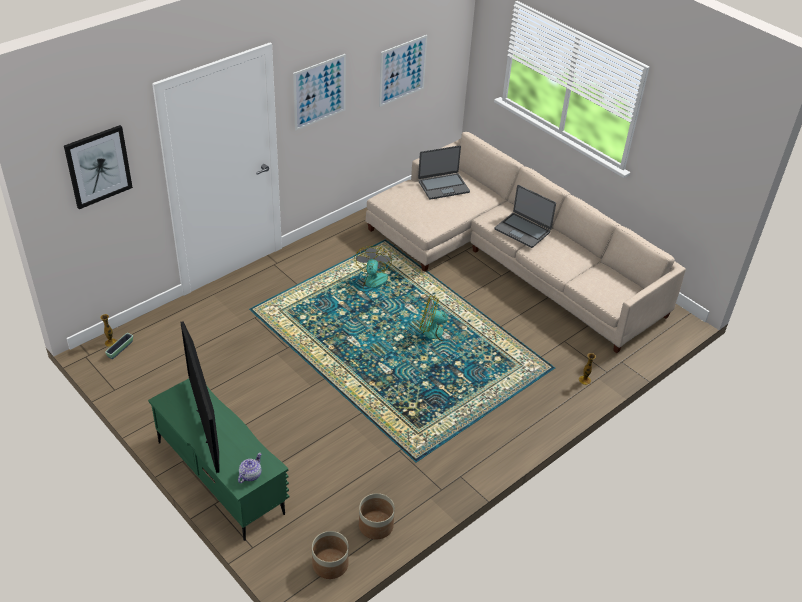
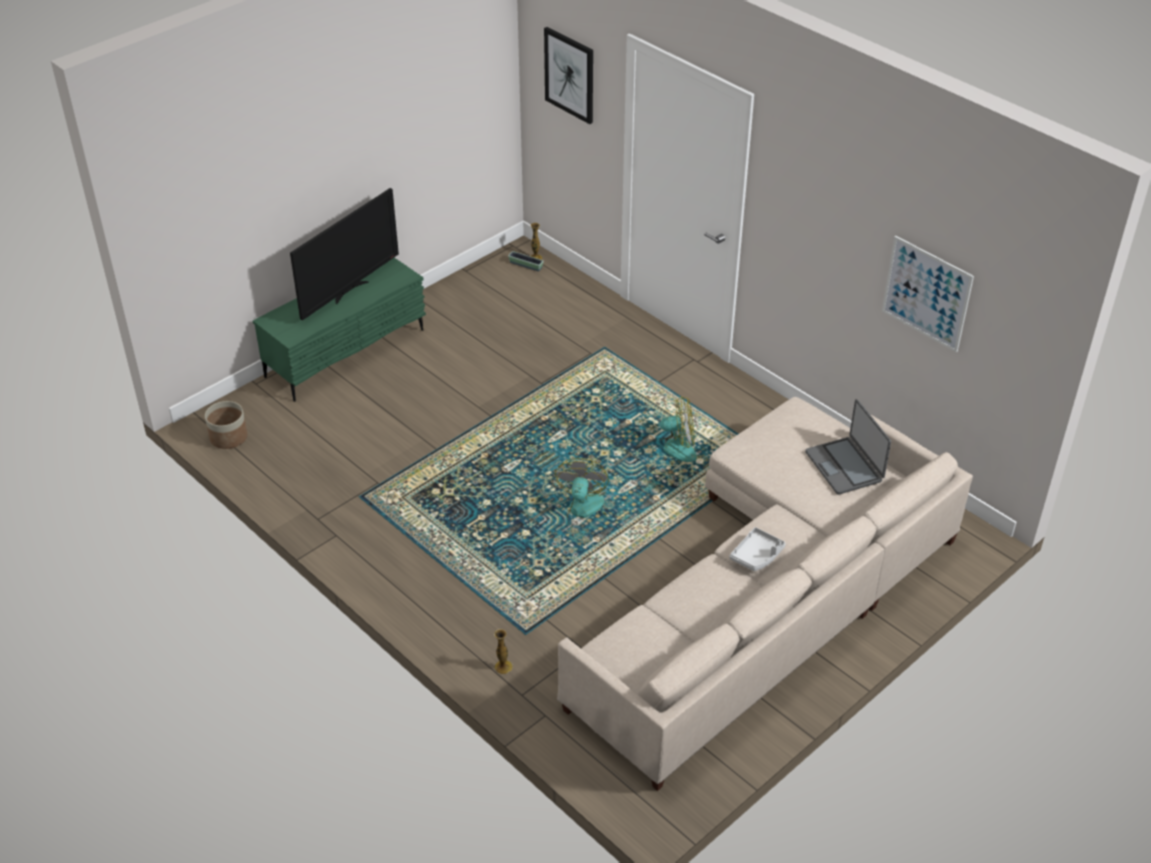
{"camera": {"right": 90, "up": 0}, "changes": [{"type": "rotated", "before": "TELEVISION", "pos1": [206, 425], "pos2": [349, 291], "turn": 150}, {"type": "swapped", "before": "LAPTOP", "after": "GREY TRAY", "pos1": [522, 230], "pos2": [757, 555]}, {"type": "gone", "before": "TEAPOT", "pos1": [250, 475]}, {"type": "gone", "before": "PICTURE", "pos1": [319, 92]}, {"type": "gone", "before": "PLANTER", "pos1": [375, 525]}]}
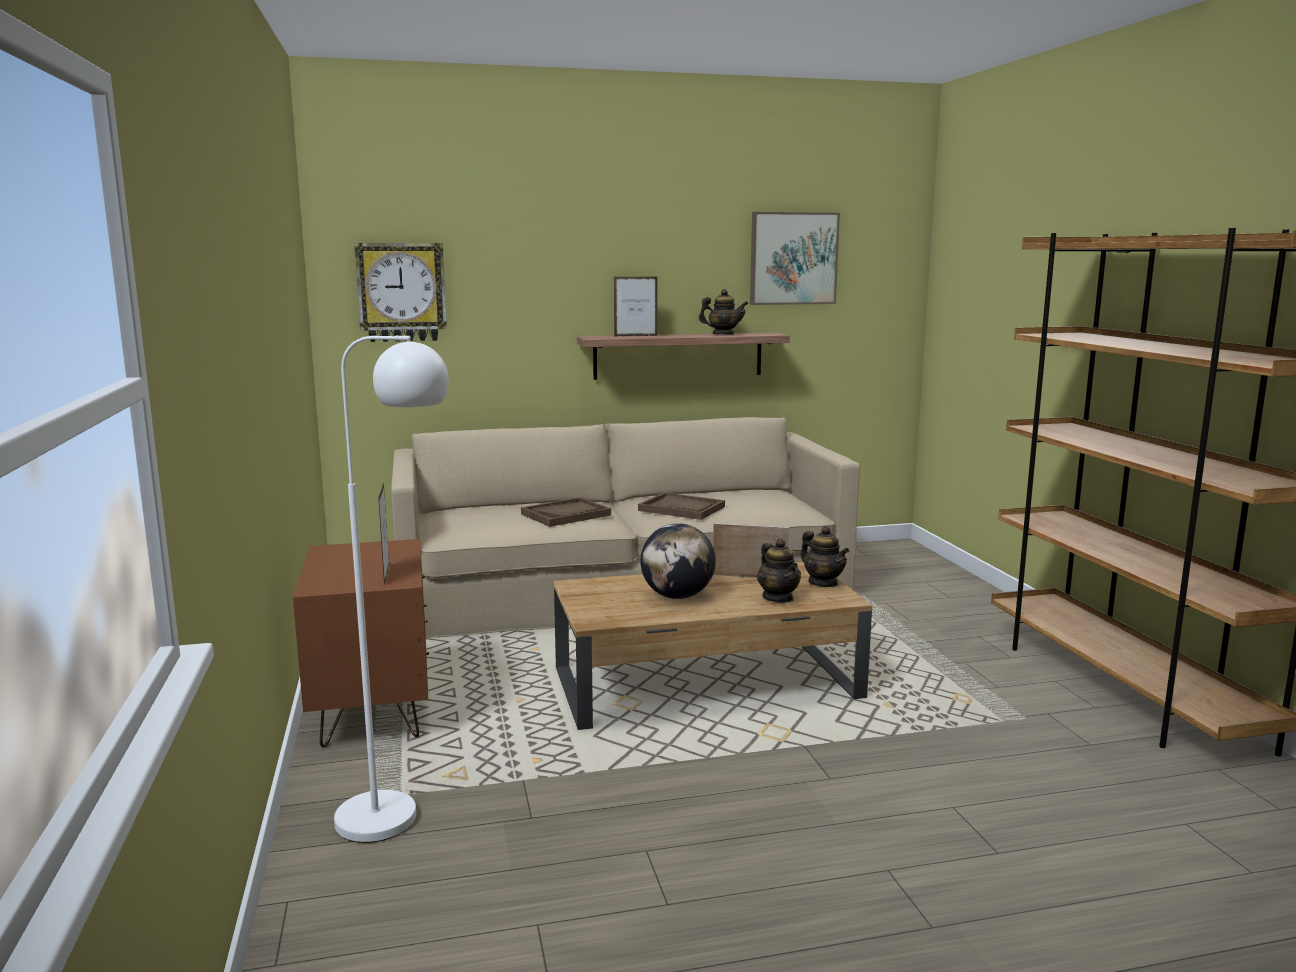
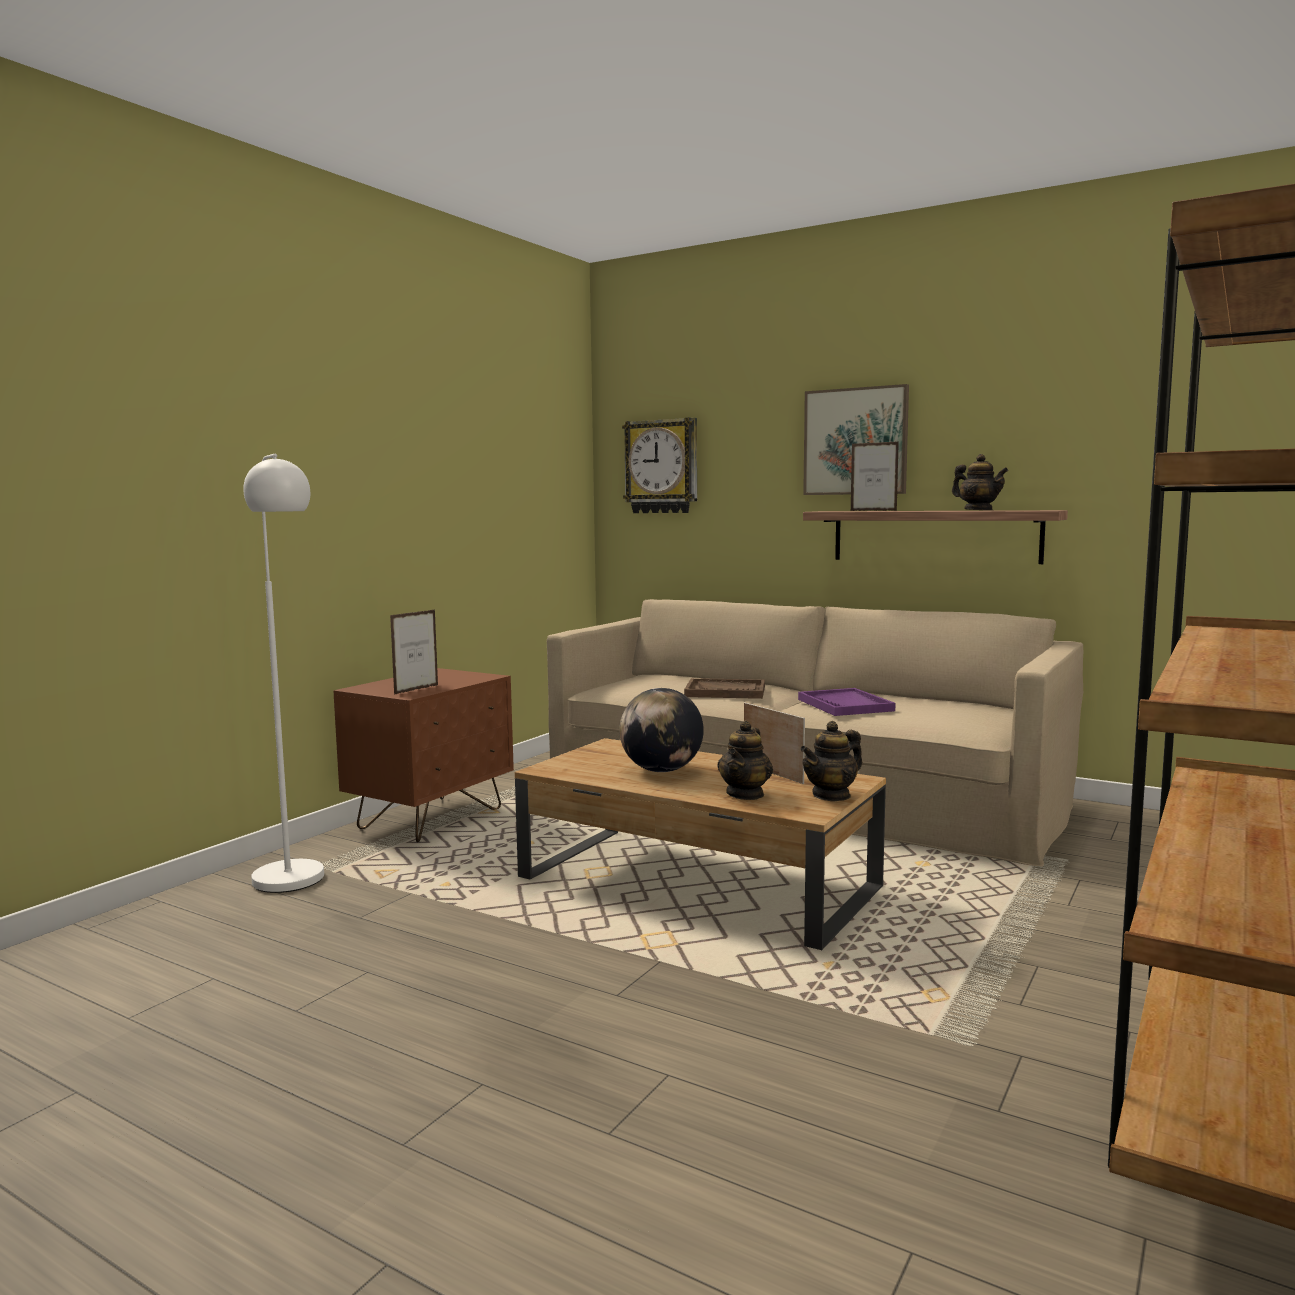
{"camera": {"right": 45, "up": -5}, "changes": [{"type": "repainted", "before": "BROWN TRAY", "after": "PURPLE TRAY", "pos1": [682, 509], "pos2": [845, 705]}, {"type": "rotated", "before": "TEAPOT", "pos1": [823, 583], "pos2": [831, 795], "turn": 45}, {"type": "shifted", "before": "PICTURE", "pos1": [793, 258], "pos2": [855, 441]}]}
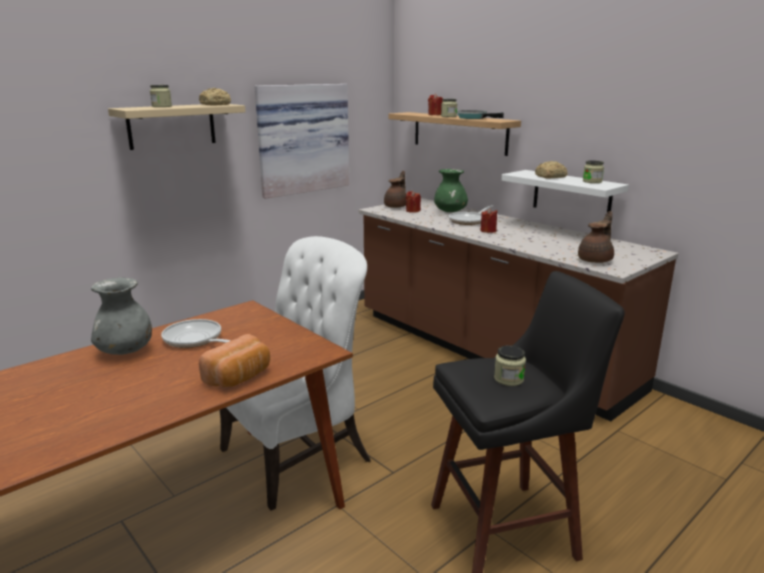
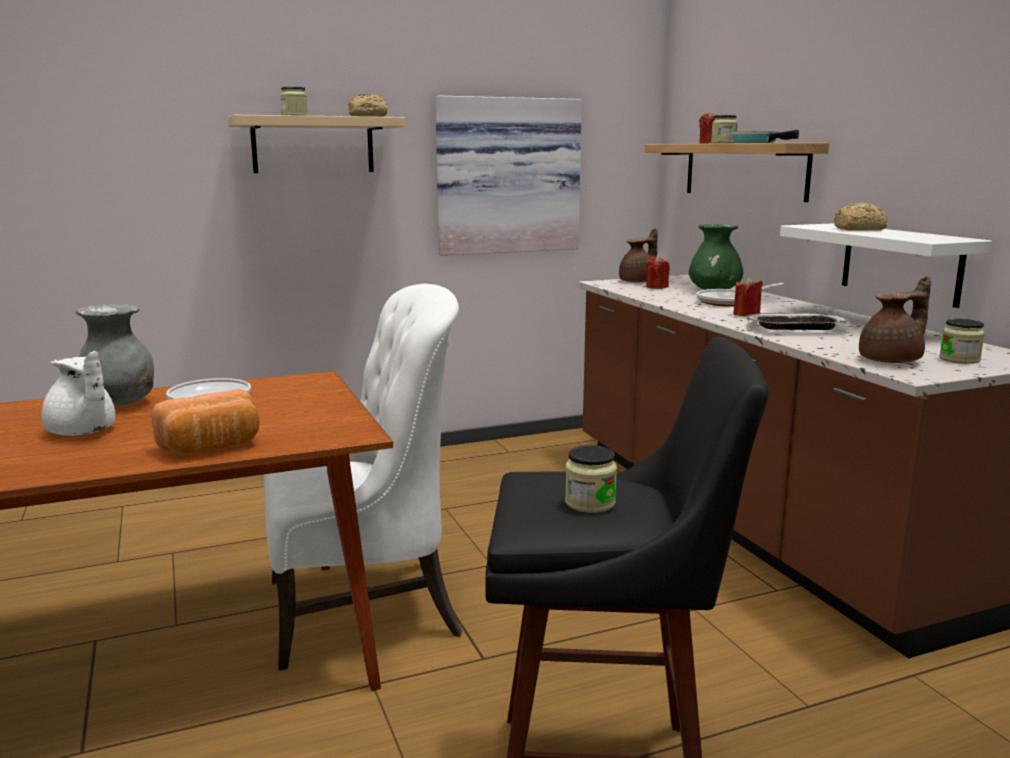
{"camera": {"right": 20, "up": -5}, "changes": [{"type": "new", "after": "WHITE TEAPOT", "pos2": [82, 432]}, {"type": "new", "after": "TRAY", "pos2": [795, 328]}, {"type": "shifted", "before": "JAR", "pos1": [592, 181], "pos2": [959, 359]}]}
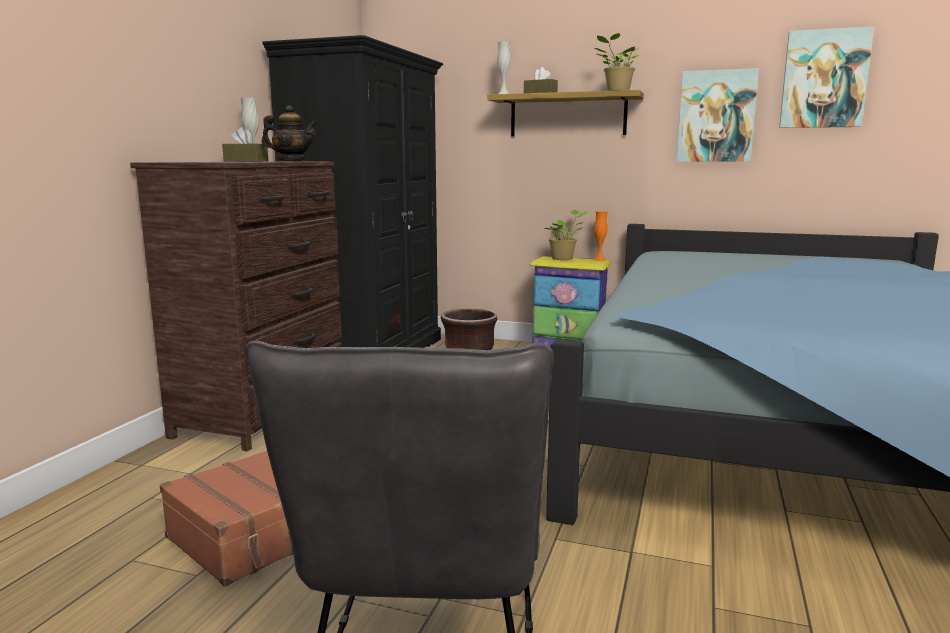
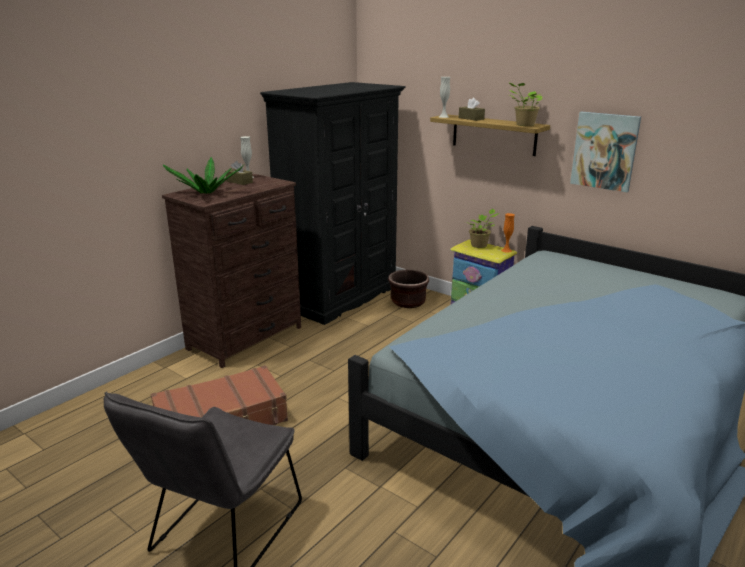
{"camera": {"right": 20, "up": 10}, "changes": [{"type": "new", "after": "POTTED PLANT", "pos2": [206, 192]}, {"type": "gone", "before": "TEAPOT", "pos1": [292, 161]}, {"type": "gone", "before": "PICTURE", "pos1": [824, 79]}]}
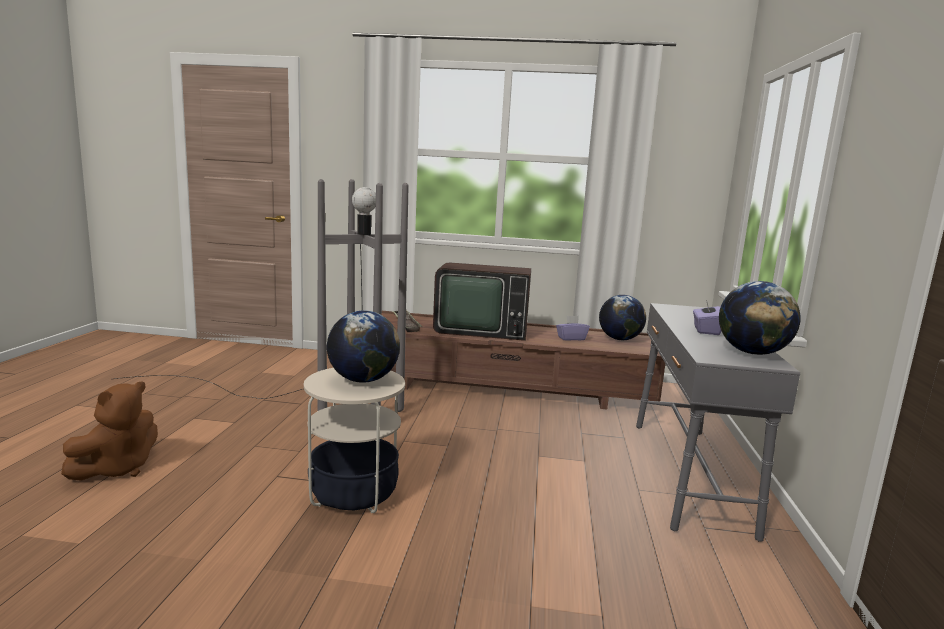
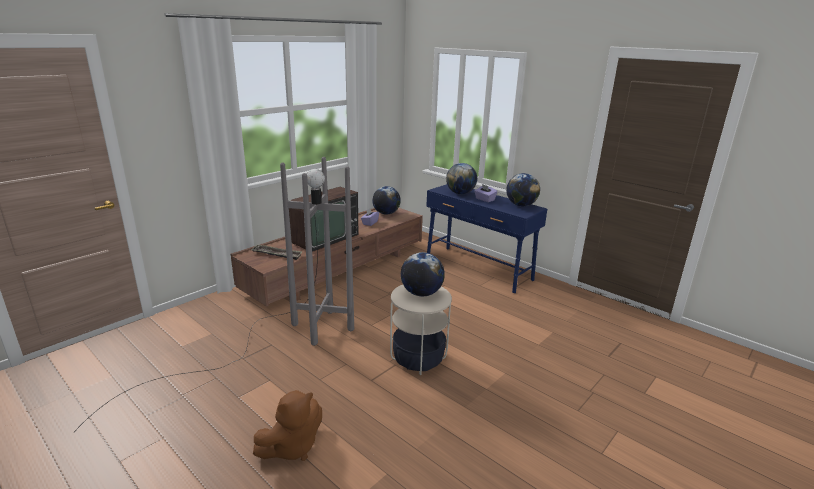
{"camera": {"right": -55, "up": 10}, "changes": [{"type": "rotated", "before": "BROWN PLUSH TOY", "pos1": [118, 468], "pos2": [292, 447], "turn": 75}, {"type": "repainted", "before": "GREY CONSOLE TABLE", "after": "BLUE CONSOLE TABLE", "pos1": [686, 474], "pos2": [477, 269]}, {"type": "new", "after": "GLOBE", "pos2": [460, 193]}]}
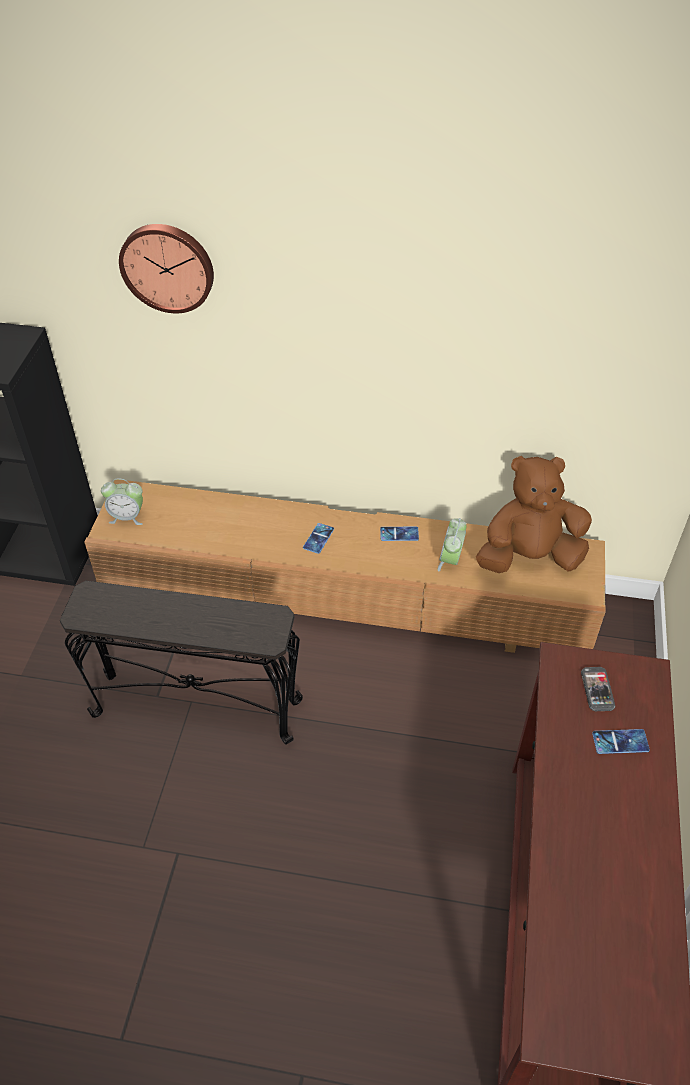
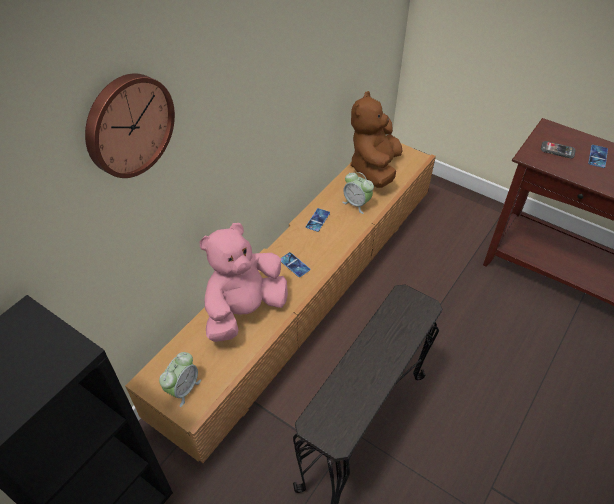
{"camera": {"right": -65, "up": 0}, "changes": [{"type": "new", "after": "PINK PLUSH TOY", "pos2": [244, 310]}]}
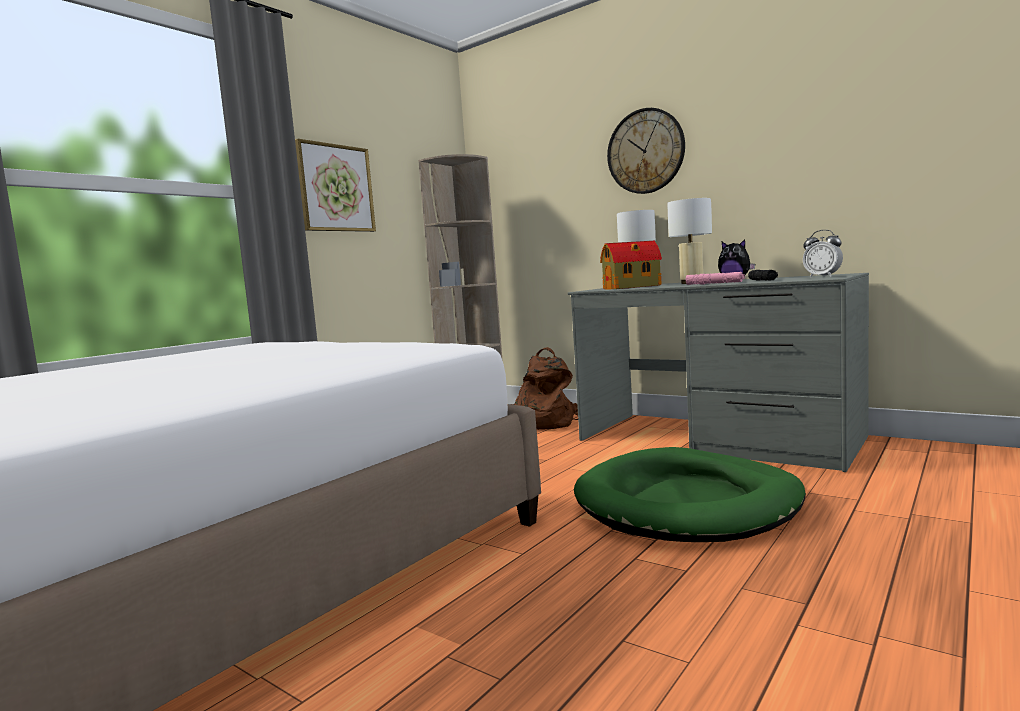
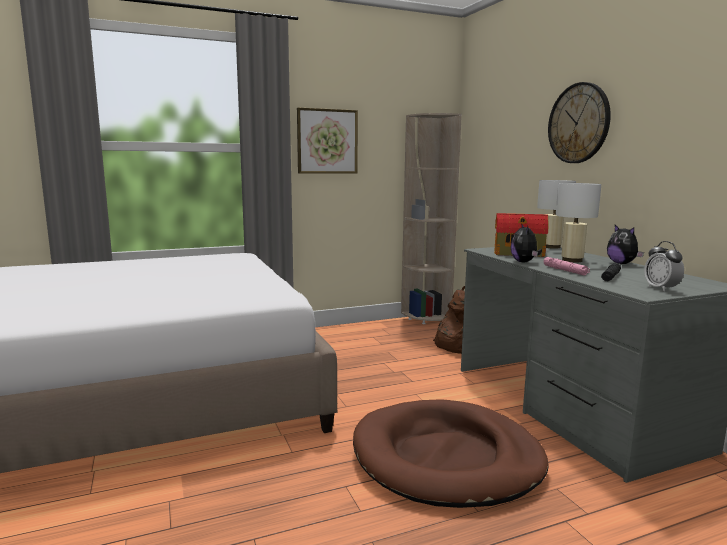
{"camera": {"right": 30, "up": 5}, "changes": [{"type": "repainted", "before": "GREEN DOG BED", "after": "BROWN DOG BED", "pos1": [687, 503], "pos2": [447, 458]}, {"type": "new", "after": "PLUSH TOY", "pos2": [524, 262]}]}
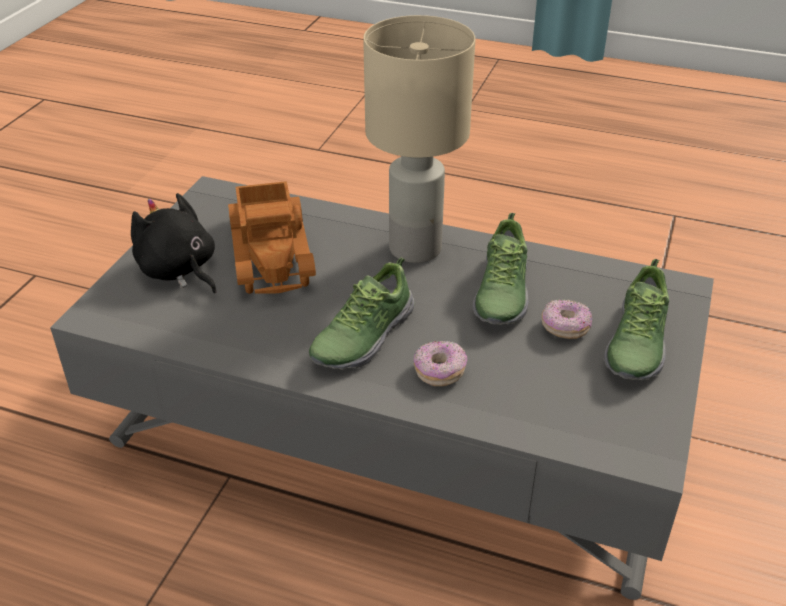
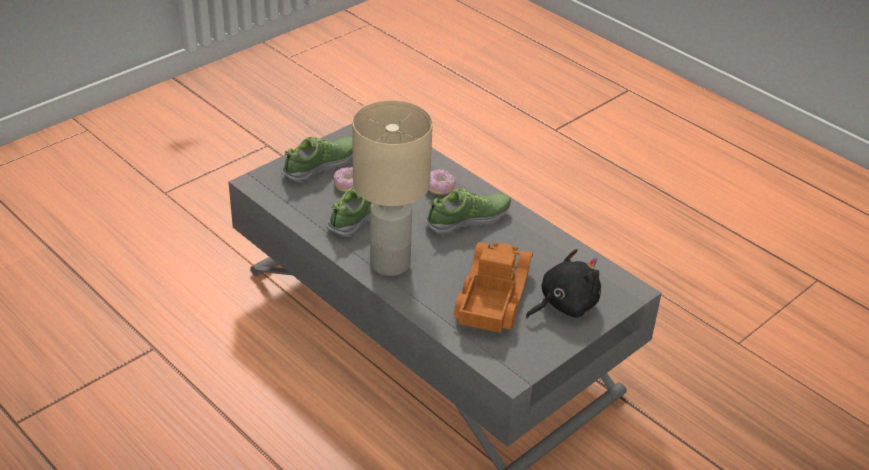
{"camera": {"right": -155, "up": 0}, "changes": [{"type": "rotated", "before": "BLACK PLUSH TOY", "pos1": [179, 270], "pos2": [564, 305], "turn": -105}]}
